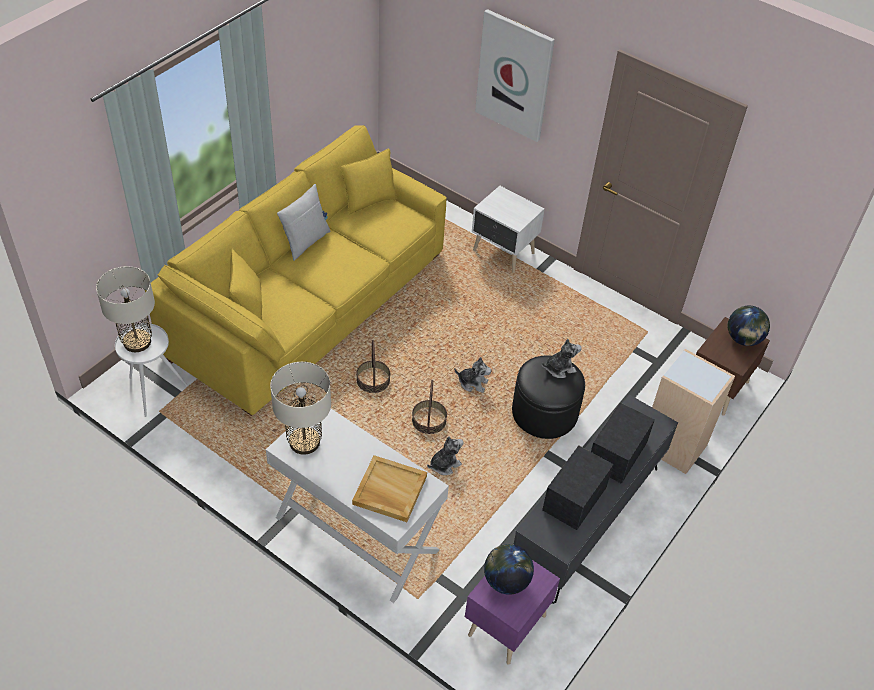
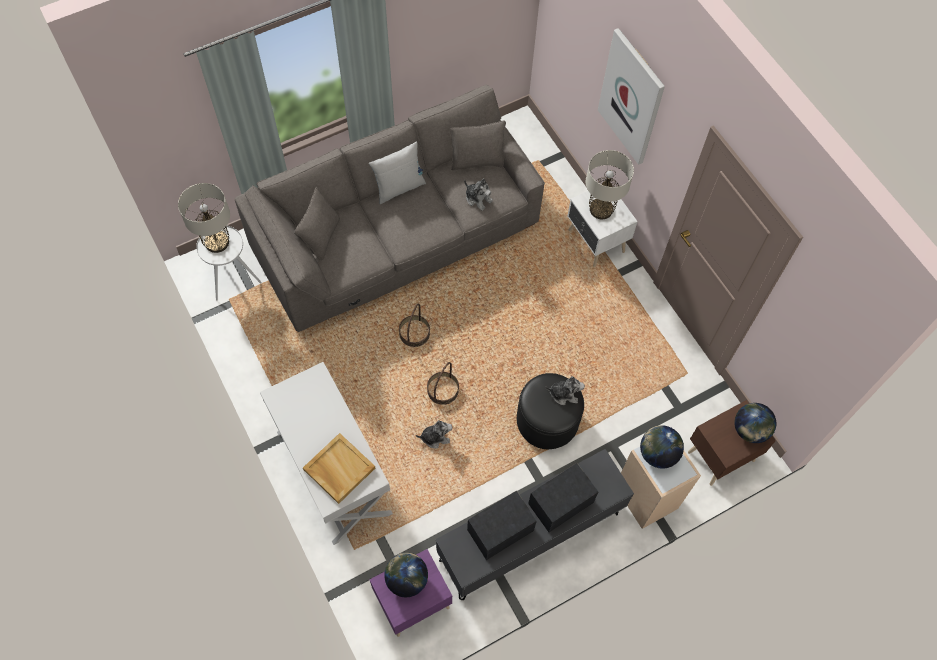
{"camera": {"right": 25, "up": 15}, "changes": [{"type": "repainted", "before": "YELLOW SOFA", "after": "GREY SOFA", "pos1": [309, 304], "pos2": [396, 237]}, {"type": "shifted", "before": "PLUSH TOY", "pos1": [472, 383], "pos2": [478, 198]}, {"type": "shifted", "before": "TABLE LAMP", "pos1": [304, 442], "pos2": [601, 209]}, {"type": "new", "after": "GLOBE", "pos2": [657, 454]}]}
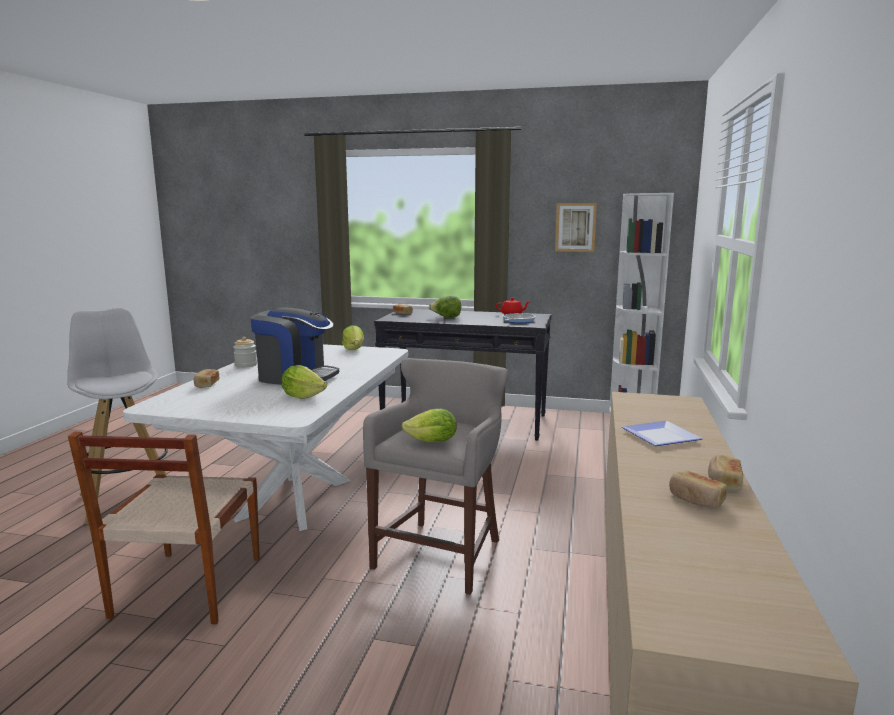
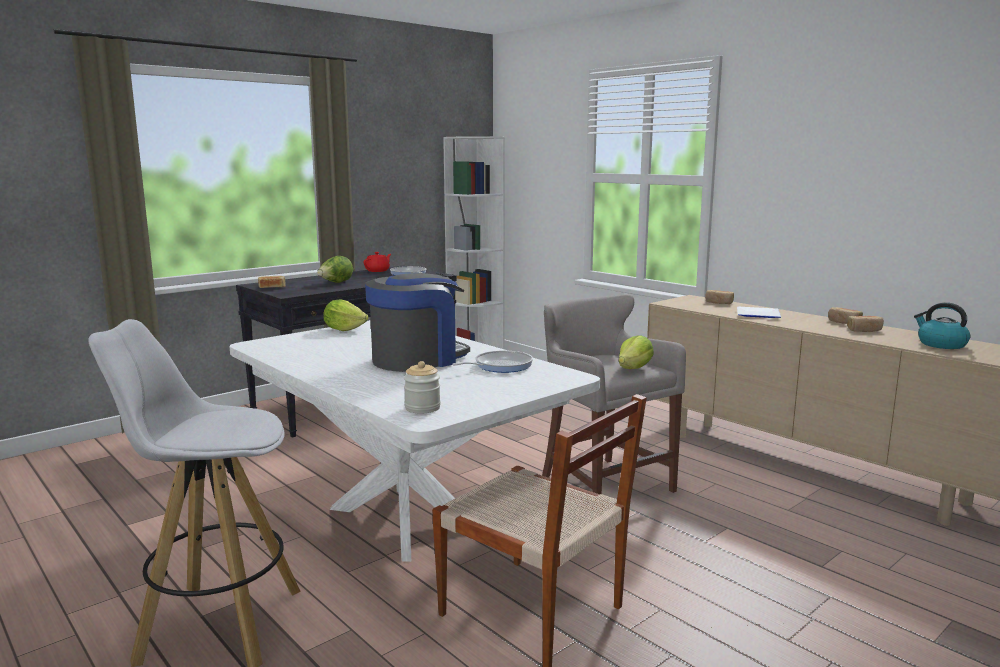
{"camera": {"right": -55, "up": 0}, "changes": [{"type": "shifted", "before": "JAR", "pos1": [246, 365], "pos2": [422, 408]}, {"type": "swapped", "before": "LETTUCE", "after": "FRYING PAN", "pos1": [303, 396], "pos2": [500, 366]}, {"type": "shifted", "before": "BREAD", "pos1": [206, 385], "pos2": [719, 302]}, {"type": "new", "after": "KETTLE", "pos2": [940, 344]}, {"type": "gone", "before": "PICTURE", "pos1": [575, 227]}]}
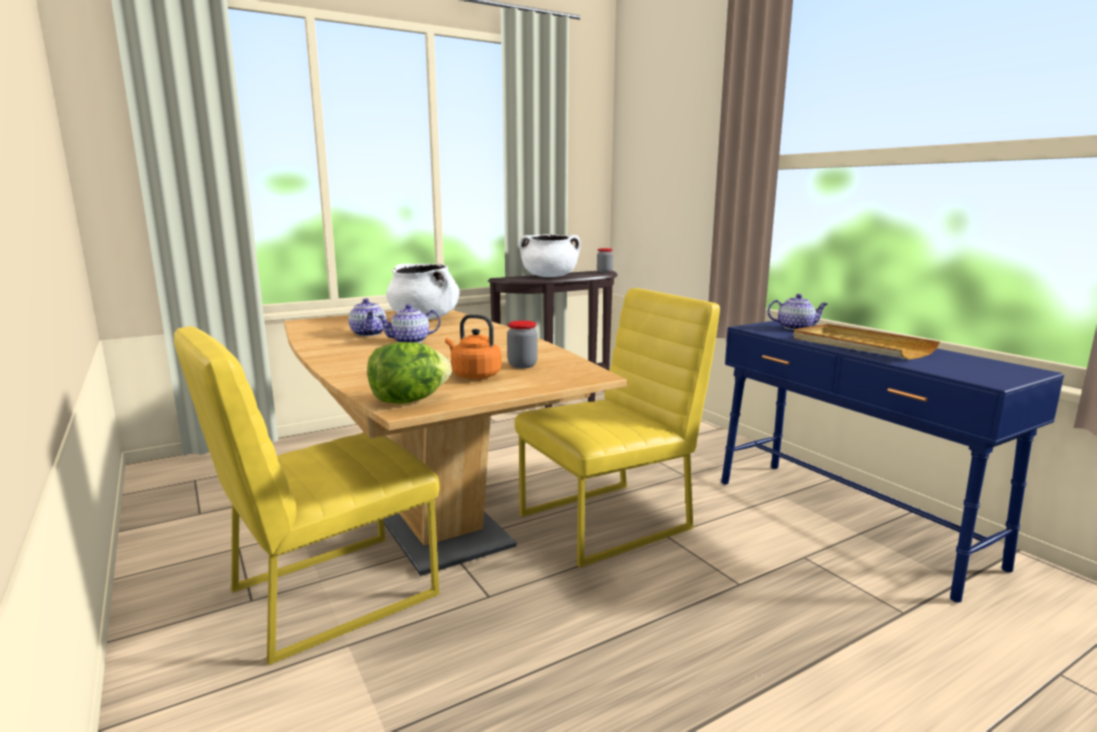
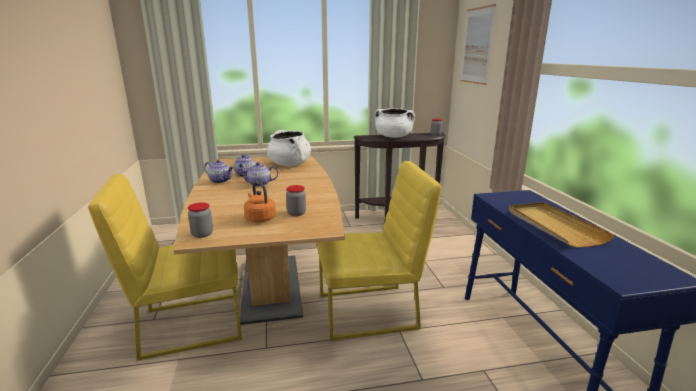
{"camera": {"right": 20, "up": 5}, "changes": [{"type": "swapped", "before": "LETTUCE", "after": "JAR", "pos1": [409, 400], "pos2": [202, 234]}, {"type": "shifted", "before": "TEAPOT", "pos1": [796, 327], "pos2": [220, 181]}, {"type": "new", "after": "PICTURE", "pos2": [477, 46]}]}
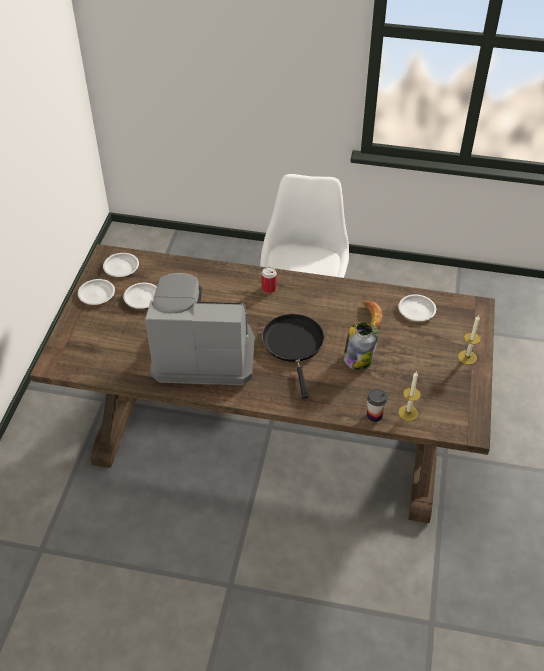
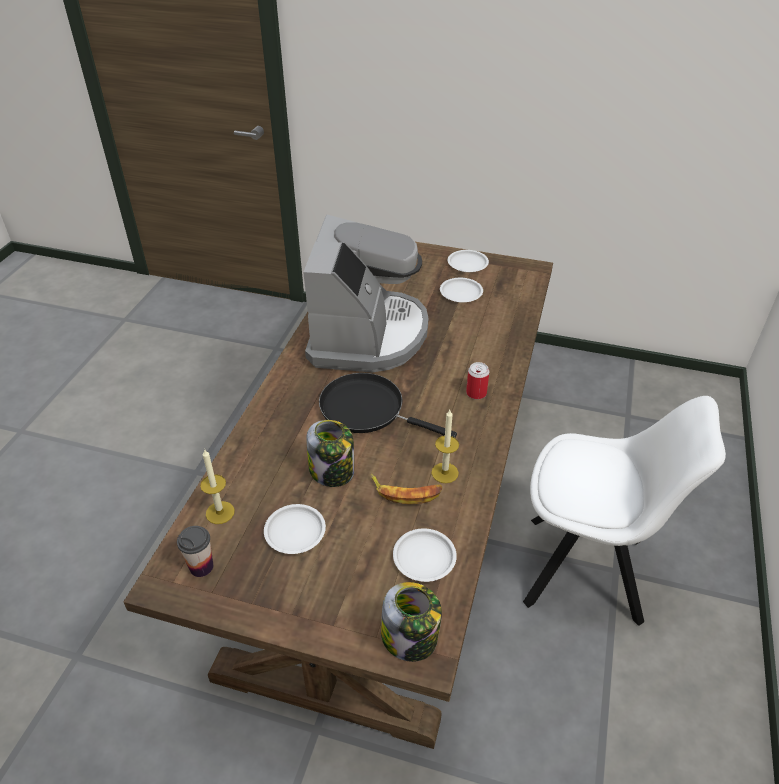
{"camera": {"right": 95, "up": -5}, "changes": [{"type": "shifted", "before": "CUP", "pos1": [374, 415], "pos2": [201, 567]}, {"type": "shifted", "before": "WHITE PLATE", "pos1": [121, 267], "pos2": [295, 532]}, {"type": "rotated", "before": "BLACK FRYING PAN", "pos1": [294, 345], "pos2": [367, 409], "turn": -150}, {"type": "new", "after": "JAR", "pos2": [410, 638]}, {"type": "shifted", "before": "CANDLE", "pos1": [467, 357], "pos2": [445, 473]}]}
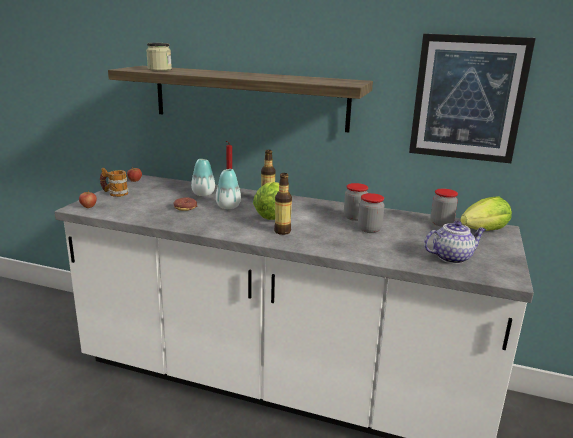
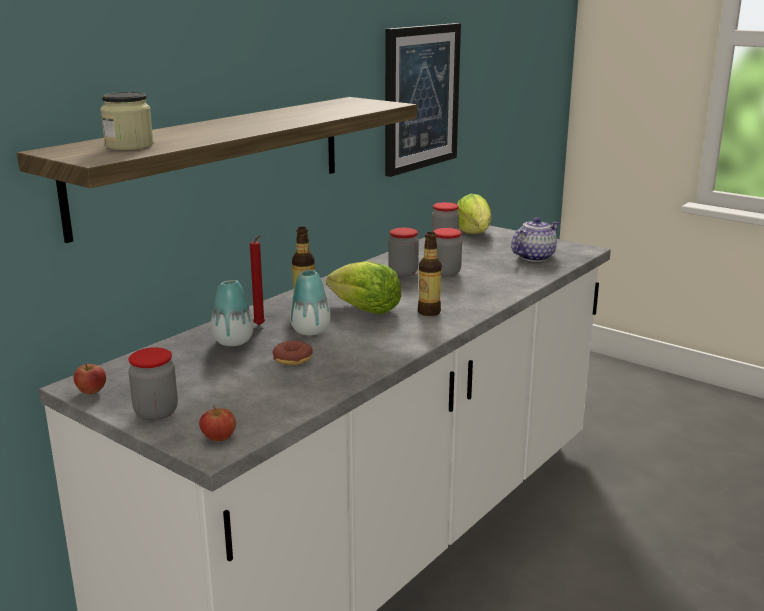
{"camera": {"right": -70, "up": 0}, "changes": [{"type": "swapped", "before": "MUG", "after": "JAR", "pos1": [114, 193], "pos2": [156, 412]}, {"type": "rotated", "before": "TEAPOT", "pos1": [452, 257], "pos2": [534, 257], "turn": 45}]}
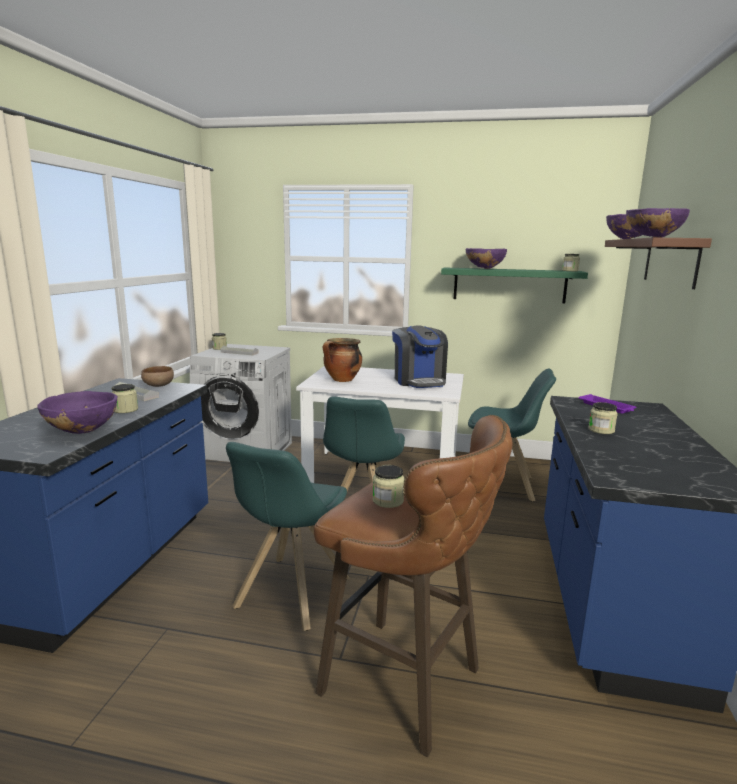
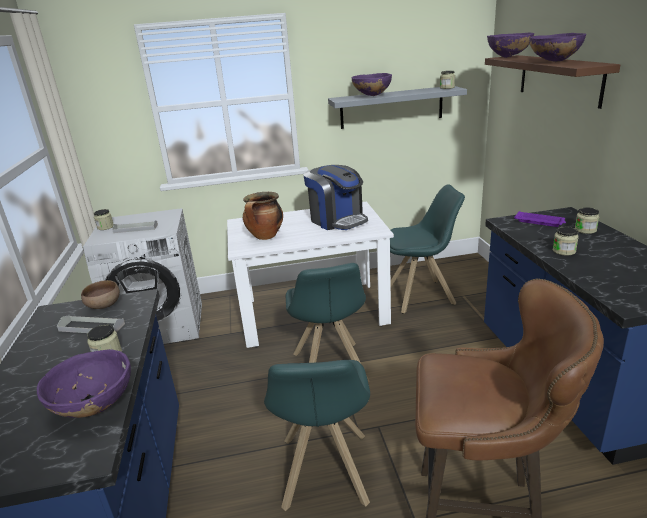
{"camera": {"right": -20, "up": 10}, "changes": [{"type": "repainted", "before": "GREEN SHELF", "after": "GREY SHELF", "pos1": [509, 285], "pos2": [391, 107]}, {"type": "shifted", "before": "JAR", "pos1": [388, 500], "pos2": [585, 230]}]}
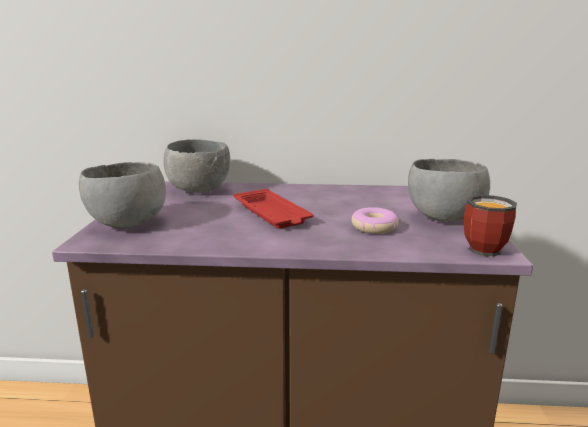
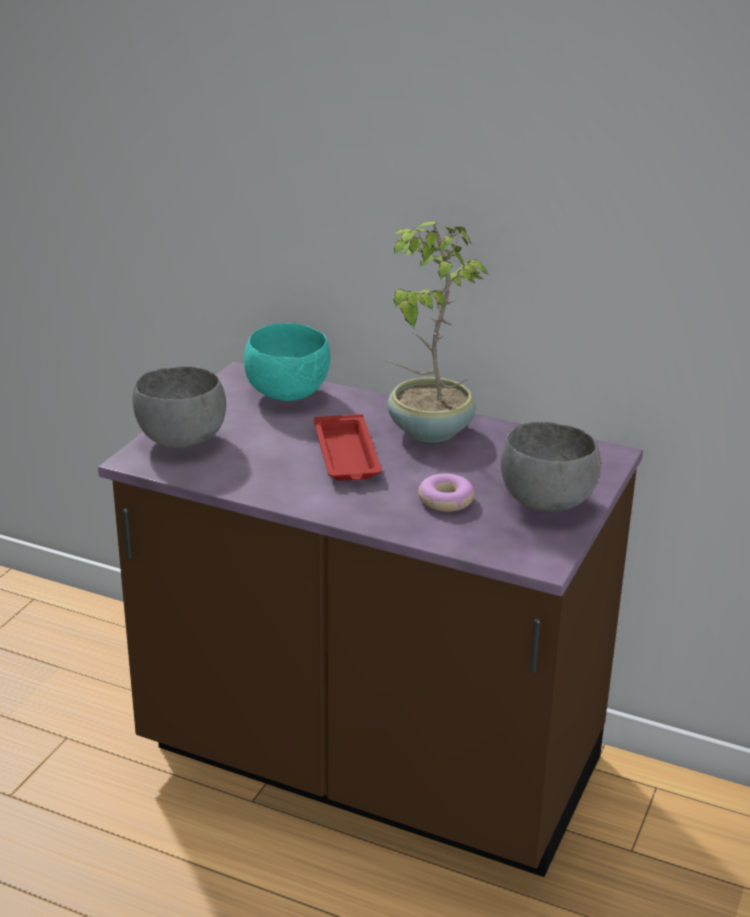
{"camera": {"right": 20, "up": 10}, "changes": [{"type": "repainted", "before": "GREY BOWL", "after": "TURQUOISE BOWL", "pos1": [200, 190], "pos2": [289, 394]}, {"type": "new", "after": "POTTED PLANT", "pos2": [428, 431]}, {"type": "gone", "before": "MUG", "pos1": [485, 247]}]}
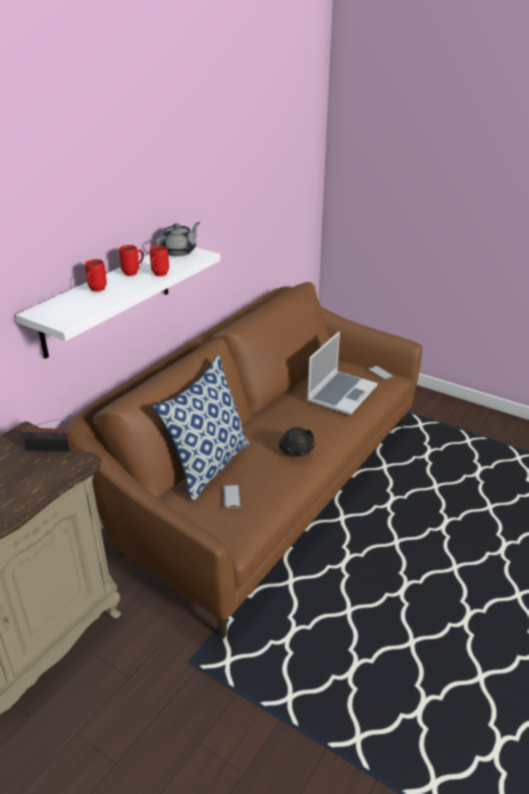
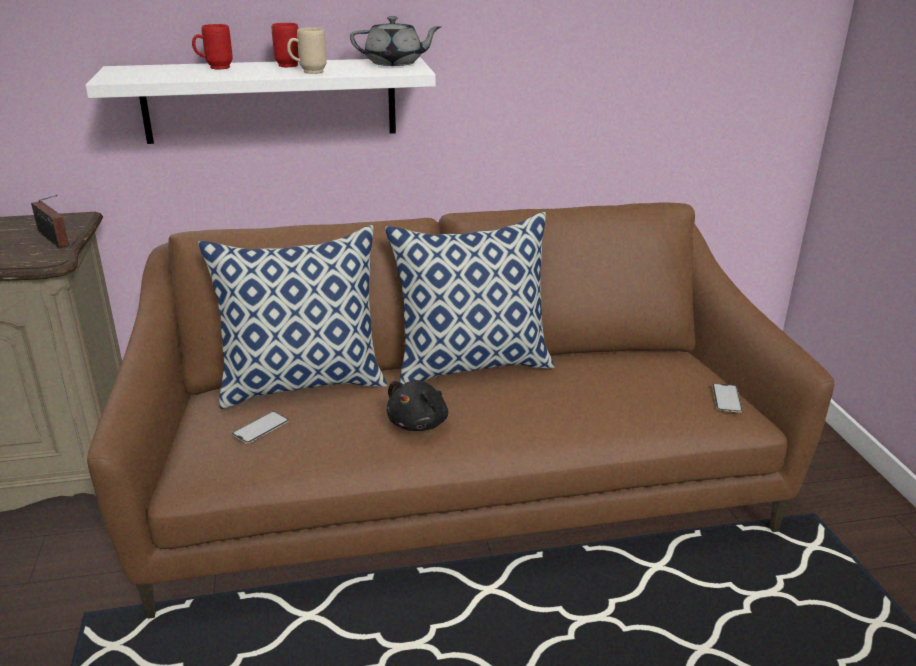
{"camera": {"right": 45, "up": -5}, "changes": [{"type": "repainted", "before": "RED MUG", "after": "BEIGE MUG", "pos1": [159, 275], "pos2": [308, 72]}, {"type": "new", "after": "PILLOW", "pos2": [472, 365]}, {"type": "gone", "before": "LAPTOP", "pos1": [341, 393]}]}
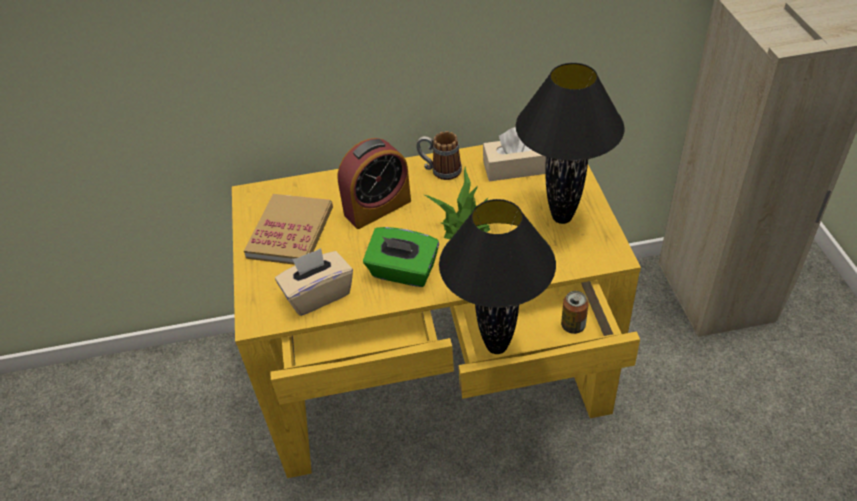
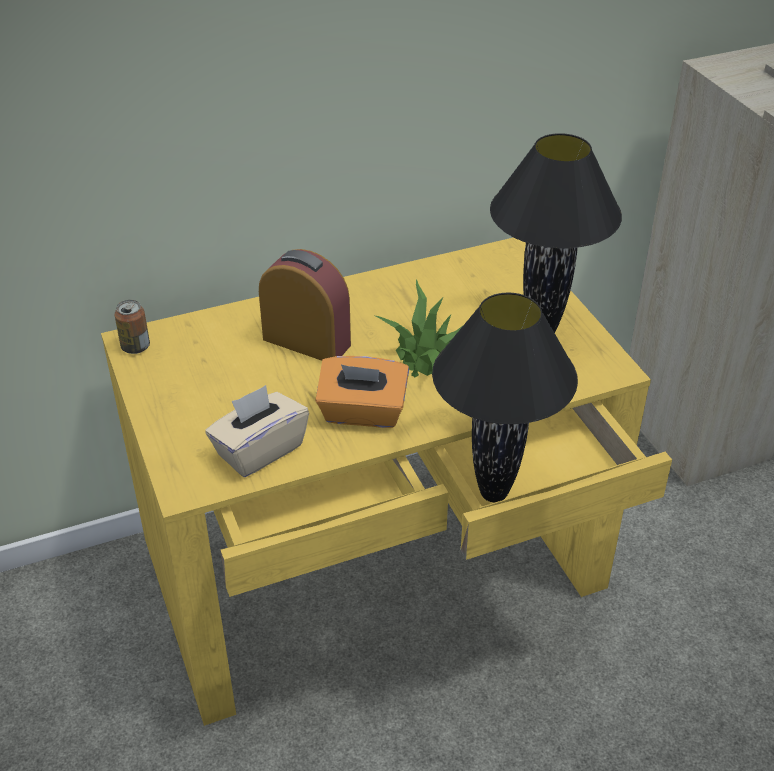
{"camera": {"right": -15, "up": -5}, "changes": [{"type": "shifted", "before": "CAN", "pos1": [573, 325], "pos2": [135, 347]}, {"type": "rotated", "before": "ALARM CLOCK", "pos1": [377, 207], "pos2": [306, 342], "turn": -105}, {"type": "repainted", "before": "GREEN TISSUE BOX", "after": "ORANGE TISSUE BOX", "pos1": [403, 272], "pos2": [362, 413]}, {"type": "gone", "before": "BOOK", "pos1": [290, 232]}, {"type": "gone", "before": "MUG", "pos1": [440, 171]}, {"type": "gone", "before": "BEIGE TISSUE BOX", "pos1": [514, 168]}]}
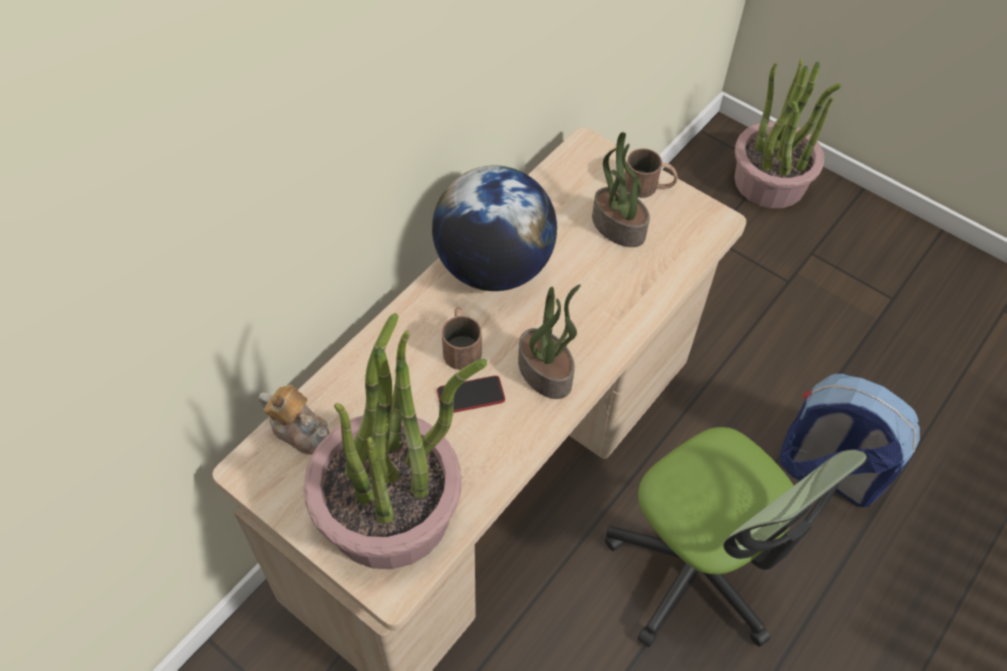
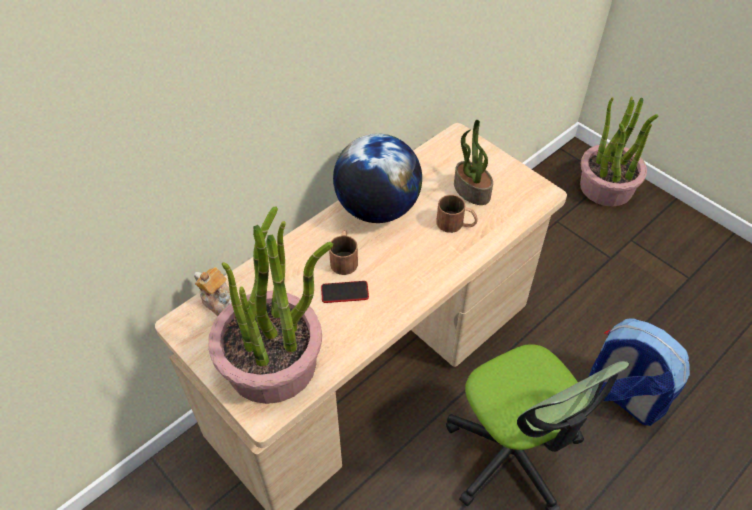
{"camera": {"right": 10, "up": -5}, "changes": [{"type": "shifted", "before": "BROWN MUG", "pos1": [649, 186], "pos2": [456, 224]}, {"type": "gone", "before": "POTTED PLANT", "pos1": [546, 372]}]}
